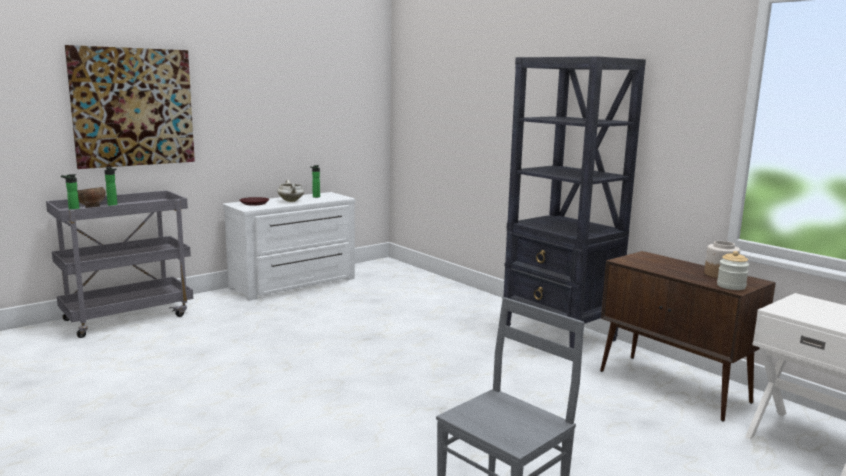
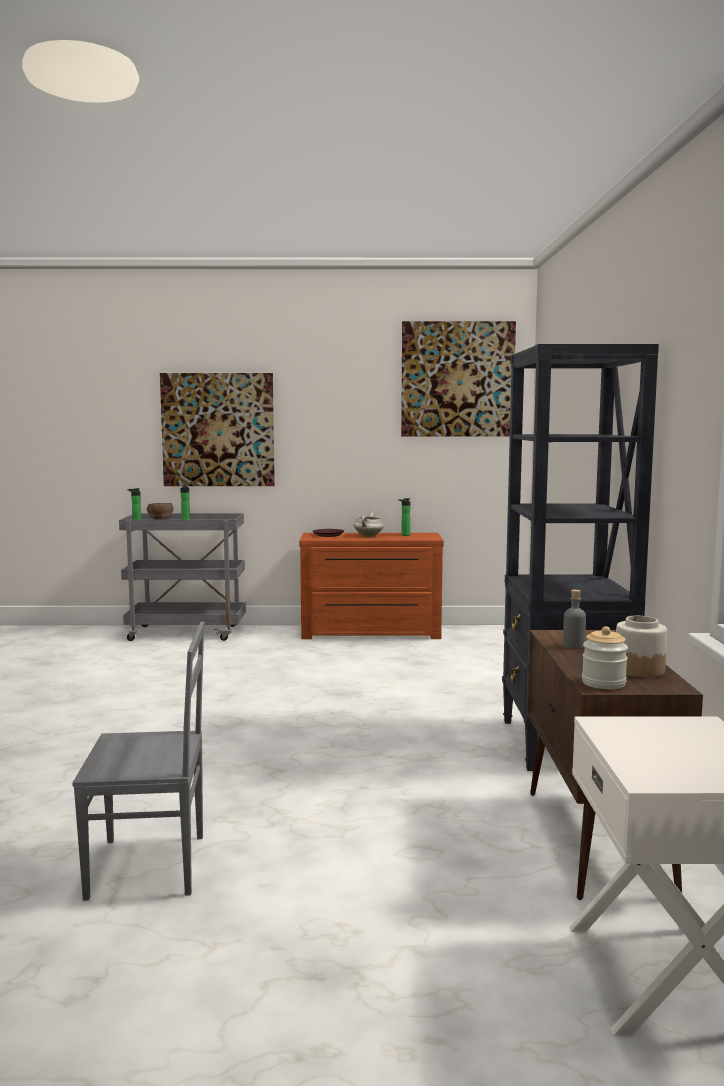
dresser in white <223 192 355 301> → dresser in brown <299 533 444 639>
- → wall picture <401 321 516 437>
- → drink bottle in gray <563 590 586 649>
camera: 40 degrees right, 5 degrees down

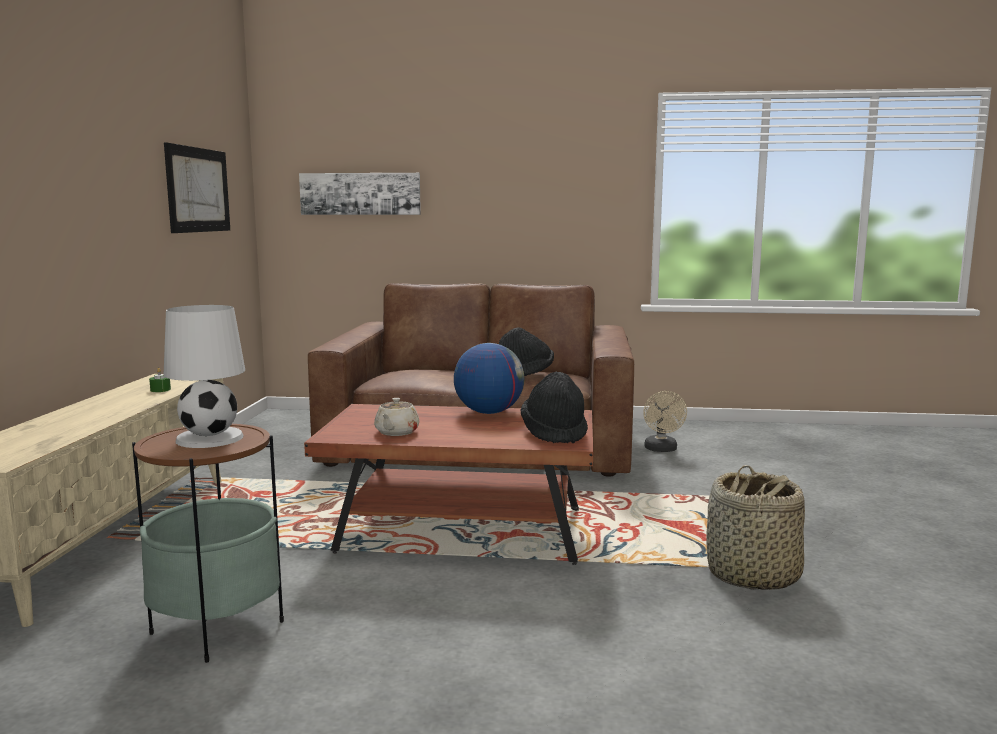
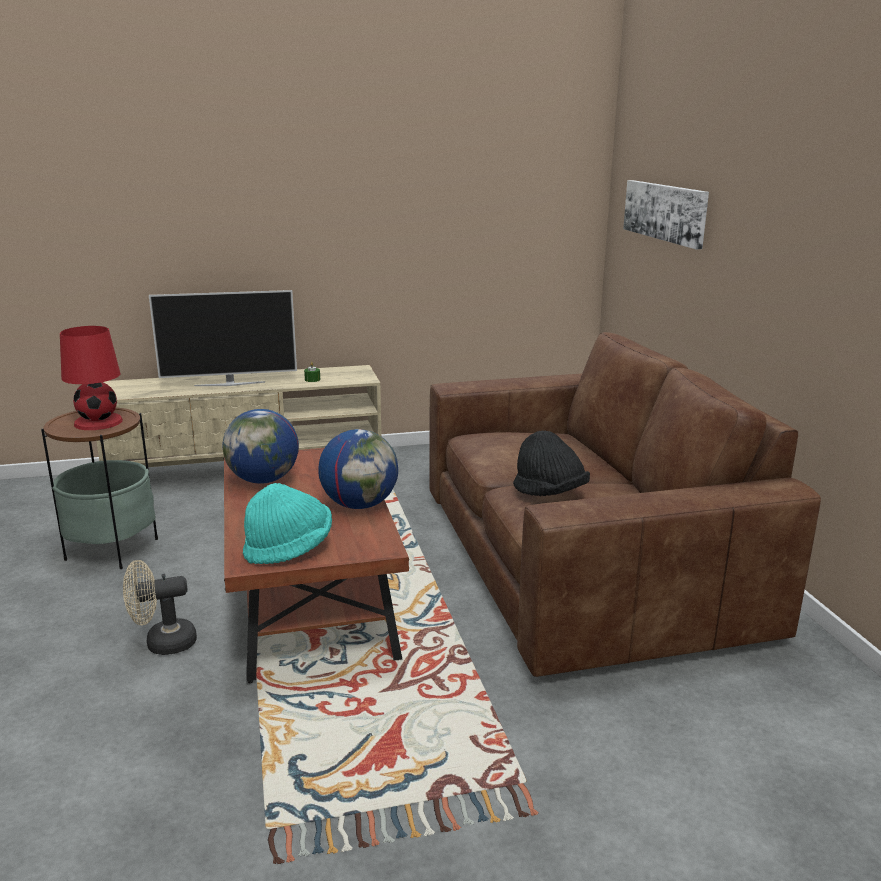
wall picture <164 142 230 233> → -
lamp for a table in white <164 305 245 448> → lamp for a table in reddish <60 326 123 430>
teapot in beige-coloured <374 398 419 436> → globe <223 409 299 484>
hat in blackish <520 372 588 443> → hat in turquoise-coloured <243 483 332 564>
electric fan in beige-coloured <643 391 687 452> → electric fan in beige-coloured <123 560 197 655>, shifted
household basket <706 465 805 590> → -
- → television <149 290 297 386>
camera: 70 degrees right, 10 degrees up

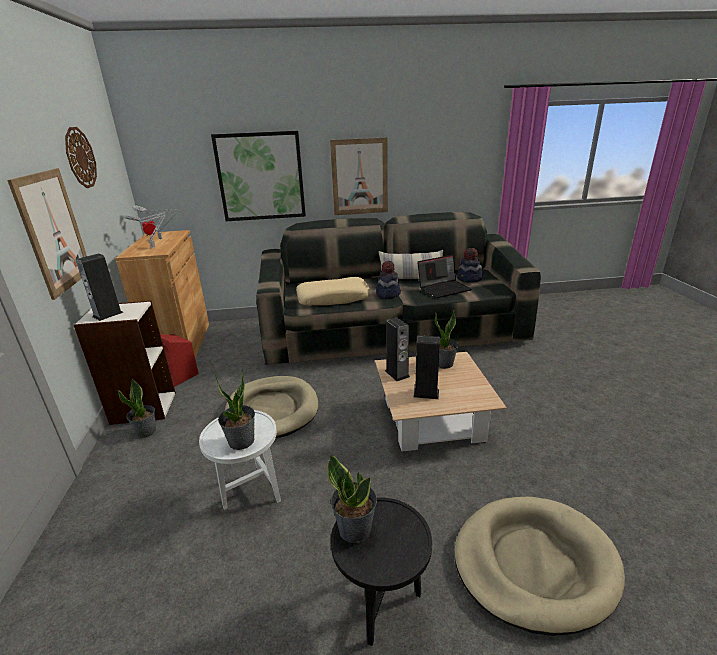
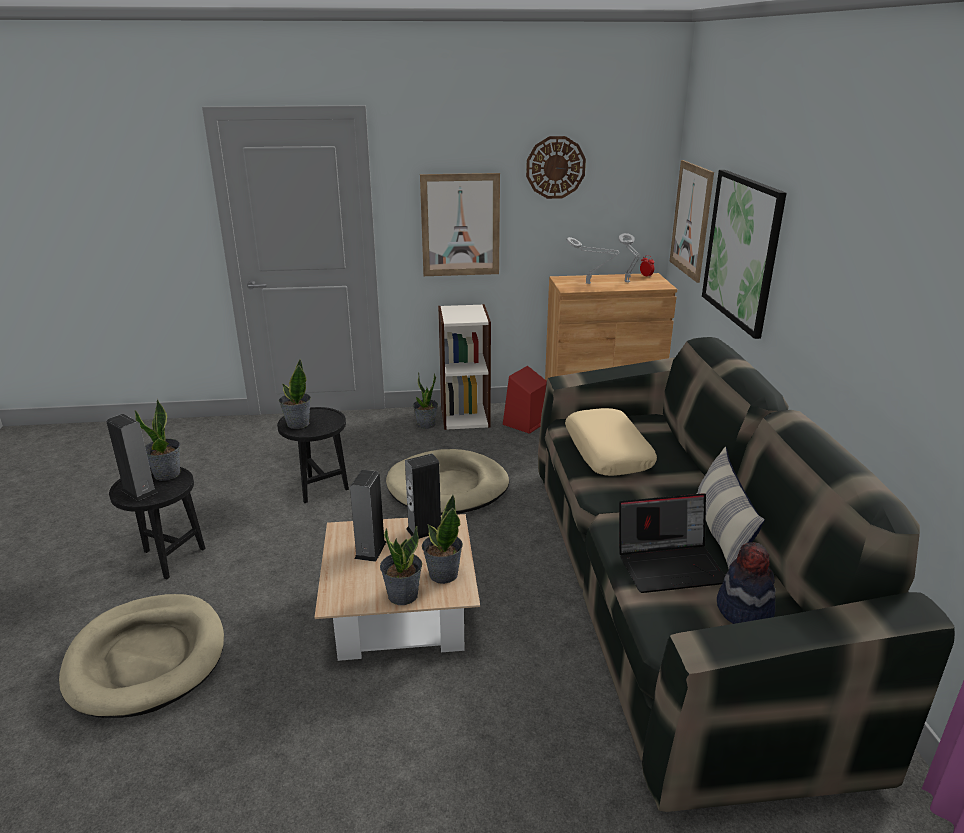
audio speaker <76 254 123 321> → audio speaker <107 414 157 501>, shifted
accent table in white <199 410 281 510> → accent table in blackish <277 407 349 503>
wall picture <330 137 388 215> → wall picture <670 160 714 283>, shifted
hat <376 261 401 299> → -
laptop <417 255 472 298> → laptop <619 493 725 593>, 75 degrees counterclockwise
- → potted plant <380 526 422 605>
camera: 90 degrees right, 0 degrees up

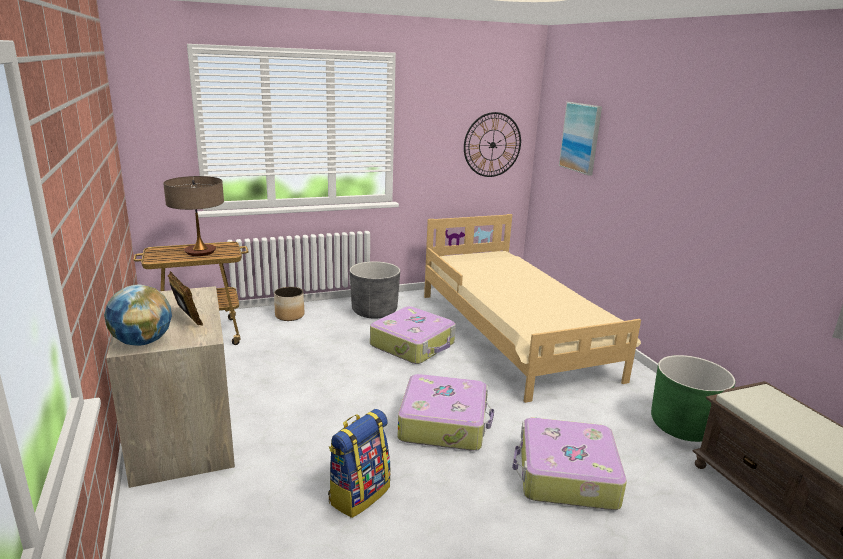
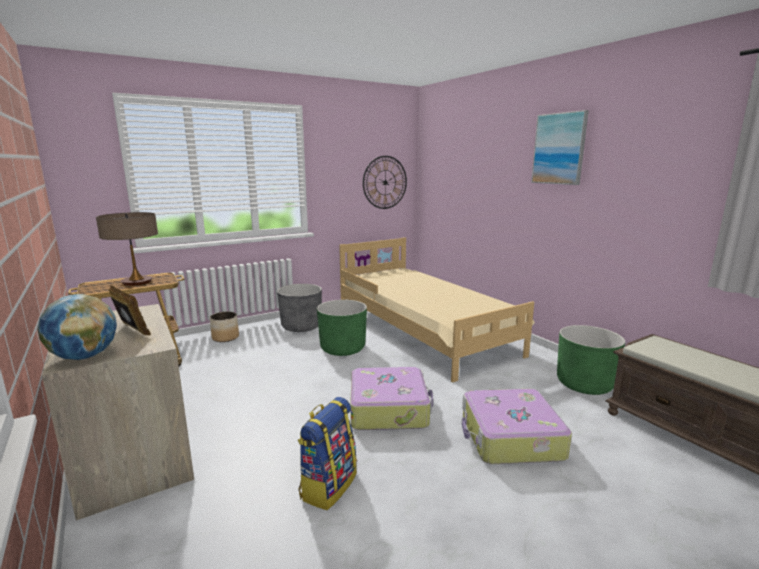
travel case <370 306 456 364> → planter in greenish <317 300 367 356>
wall picture <559 102 602 176> → wall picture <531 110 589 185>, shifted
camera: 10 degrees left, 5 degrees down

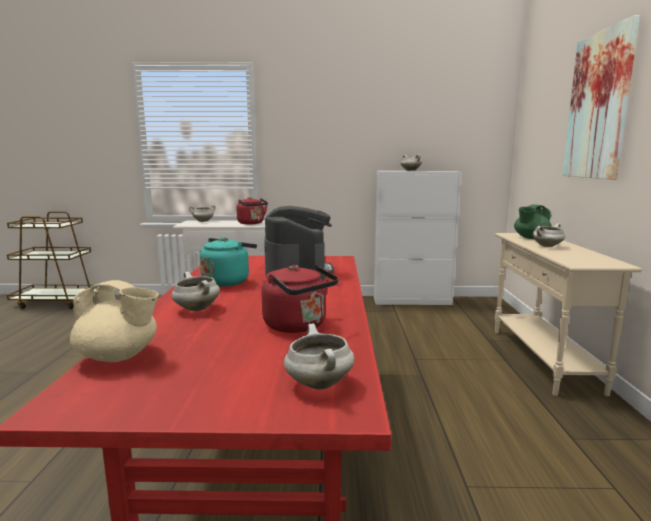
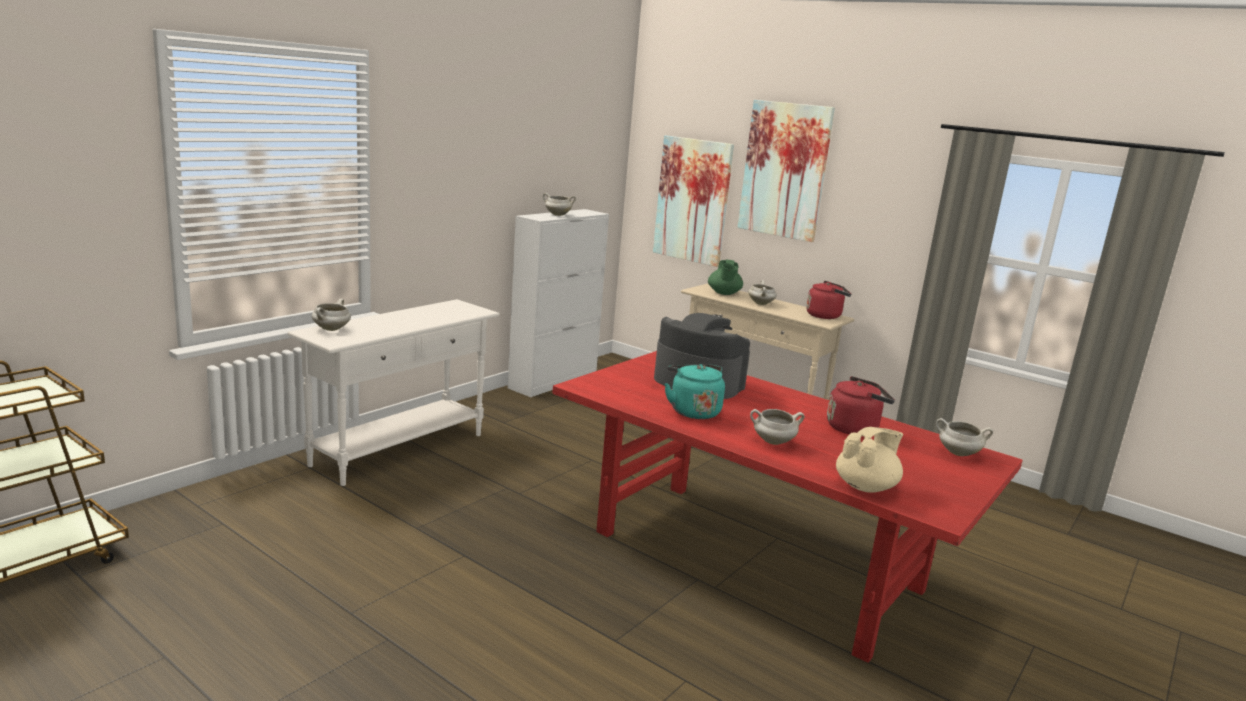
kettle in reddish <236 197 268 224> → kettle in reddish <806 281 851 319>, shifted
- → wall picture <653 135 734 267>
camera: 55 degrees left, 5 degrees up

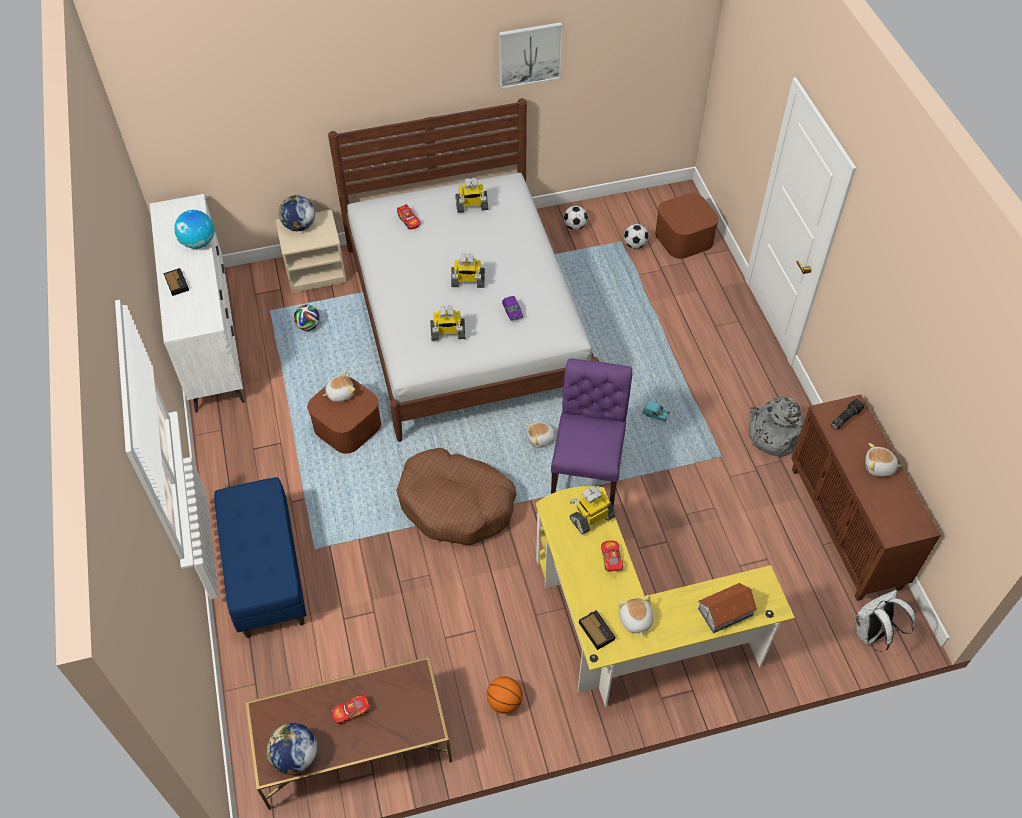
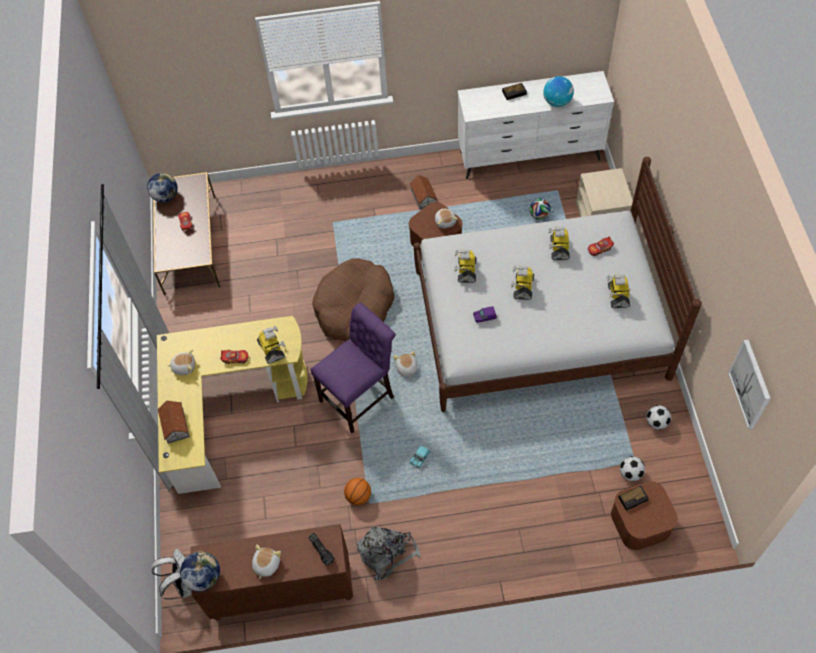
long seat in blue-coloured <214 477 306 638> → -
globe <279 195 315 231> → globe <180 551 220 591>, shifted
ball for basketball <487 676 523 714> → ball for basketball <344 478 371 505>, shifted
wall picture <499 22 563 89> → wall picture <728 340 771 430>, shifted
chair in purple <551 358 632 507> → chair in purple <310 303 395 433>, 60 degrees counterclockwise
alarm clock <579 610 615 650> → alarm clock <618 486 649 511>, shifted
- → miniature house <410 175 437 209>
- → model robot <548 227 570 260>
camera: 100 degrees right, 5 degrees up

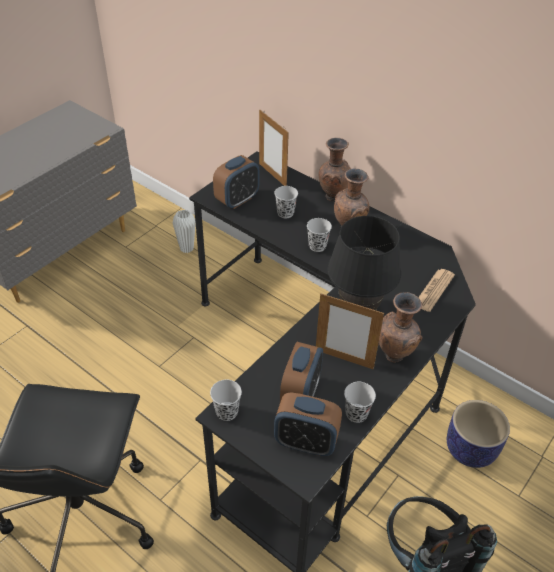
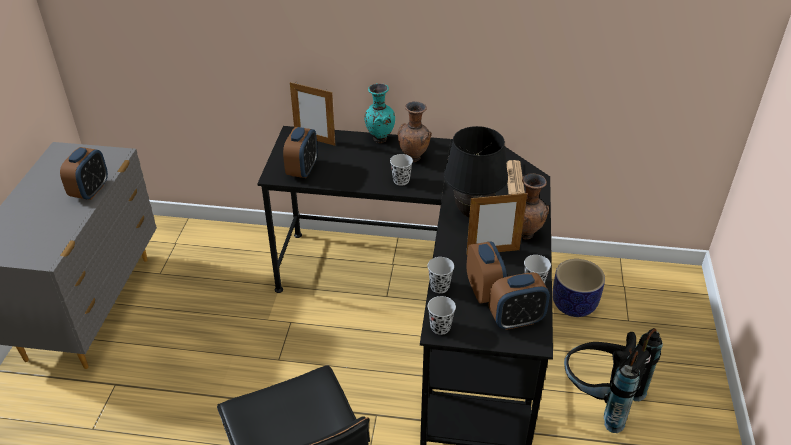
vase in white <173 210 196 253> → -
small cup in blackish <275 186 298 218> → small cup in blackish <428 257 454 293>, shifted
vase in brown <319 138 351 201> → vase in turquoise-coloured <364 83 395 143>
- → alarm clock <60 147 108 200>
camera: 30 degrees left, 5 degrees down

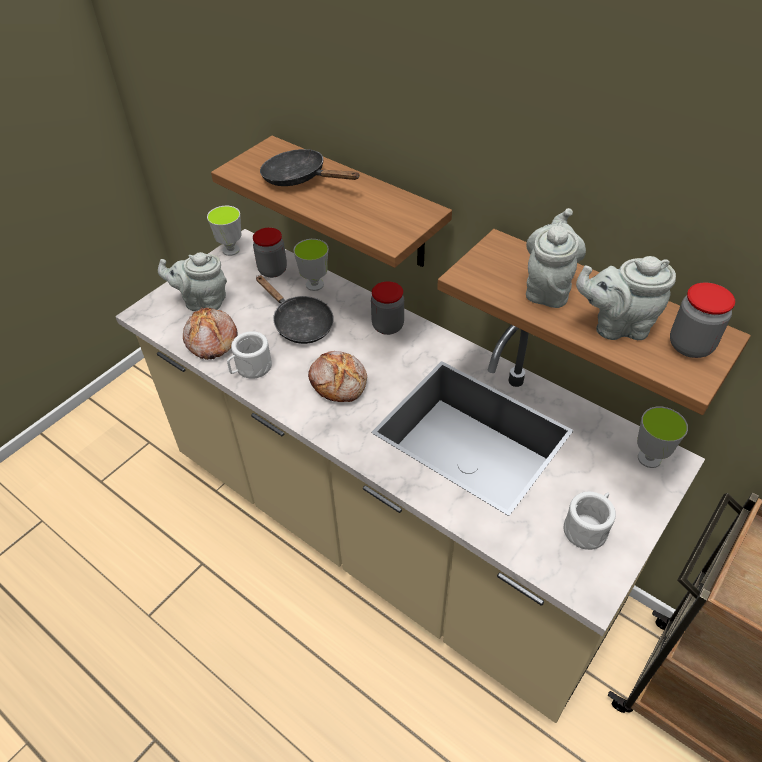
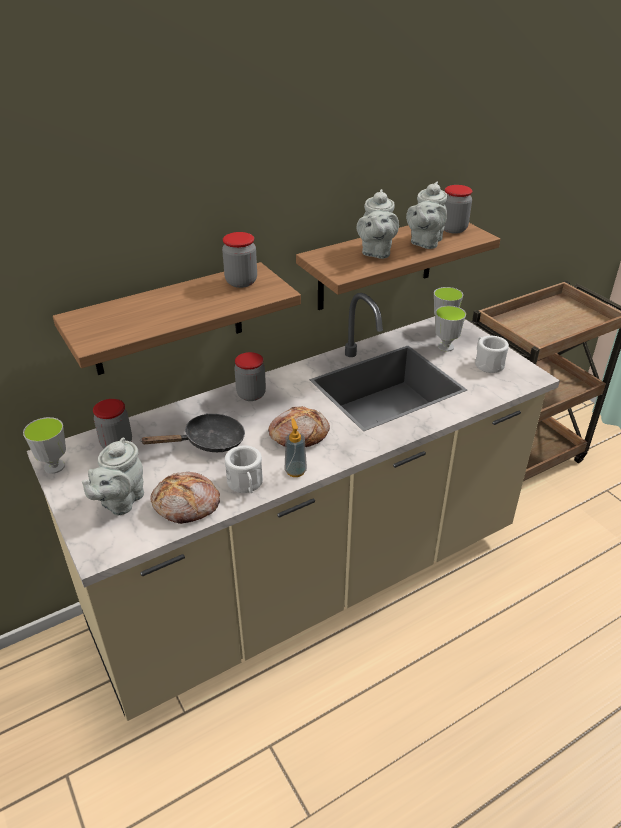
frying pan in blackish <260 149 360 186> → -
small cup <293 239 329 291> → small cup <435 306 466 352>, shifted
teapot in gray <526 208 586 308> → teapot in gray <357 189 399 259>, 120 degrees counterclockwise
- → jar <222 232 257 288>
- → soap bottle <285 418 307 477>
camera: 70 degrees left, 10 degrees down

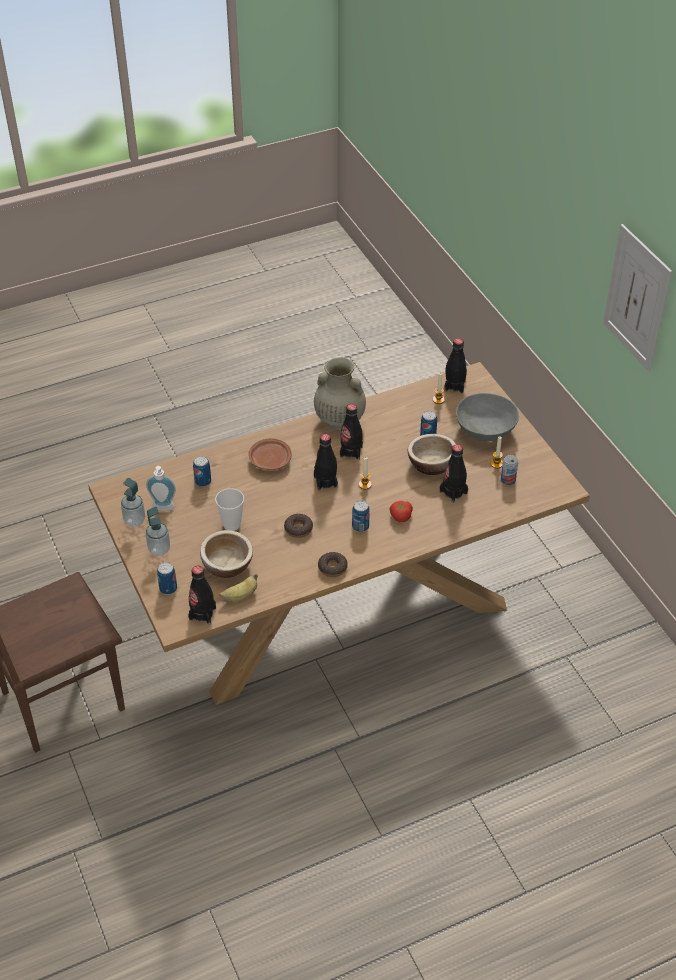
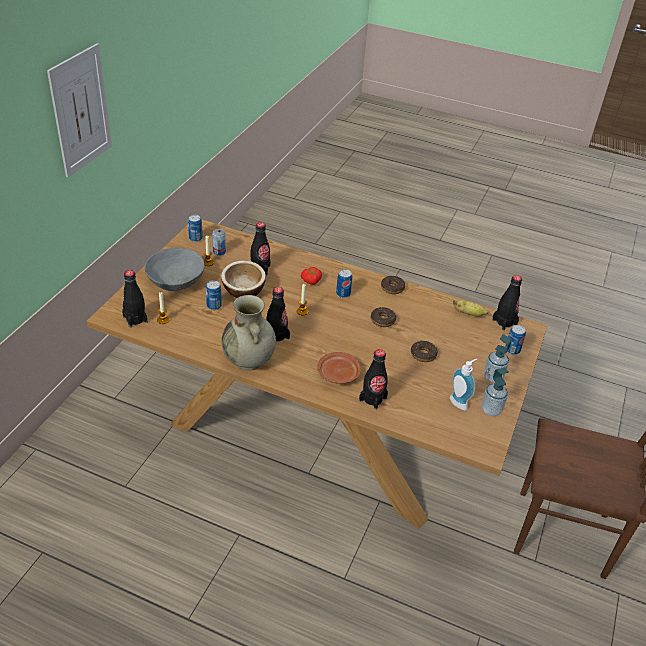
sealed can <193 456 211 487> → sealed can <188 215 203 242>, shifted
serving bowl <200 530 253 578> → -
small cup <215 488 244 531> → doughnut <411 341 438 362>
drink bottle in blackish <314 434 338 491> → drink bottle in blackish <359 349 388 410>, shifted
camera: 135 degrees left, 5 degrees down

